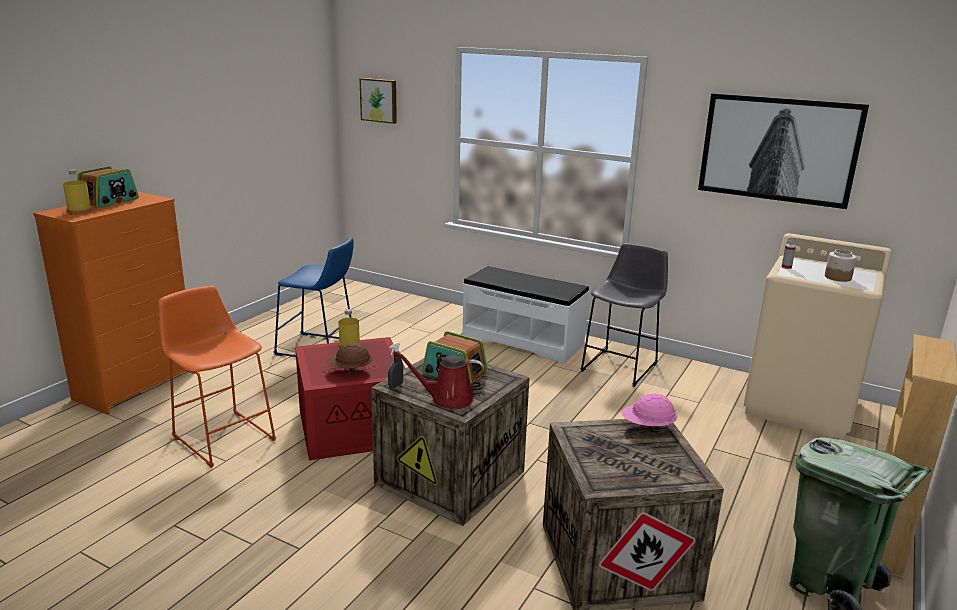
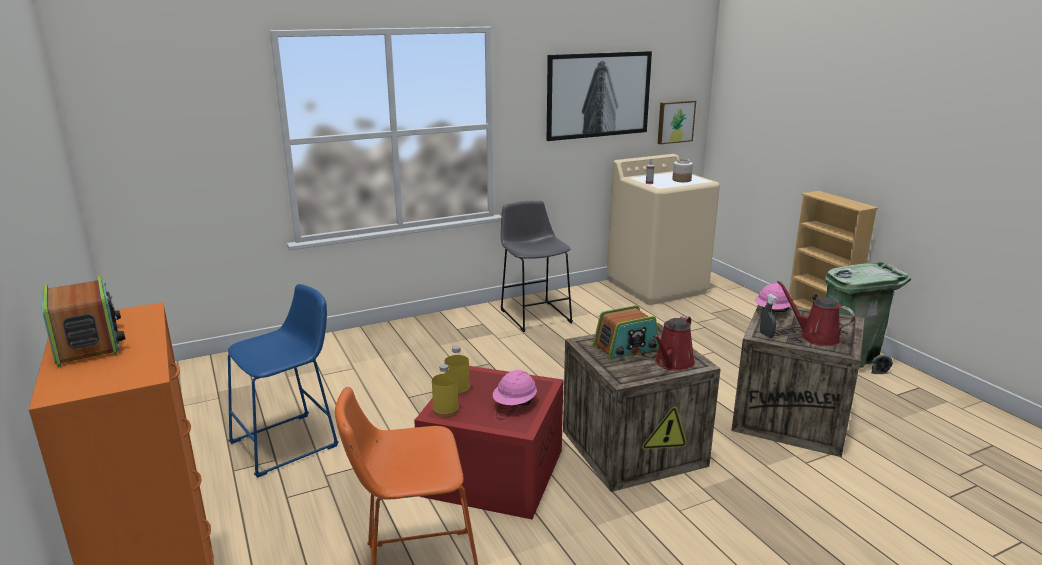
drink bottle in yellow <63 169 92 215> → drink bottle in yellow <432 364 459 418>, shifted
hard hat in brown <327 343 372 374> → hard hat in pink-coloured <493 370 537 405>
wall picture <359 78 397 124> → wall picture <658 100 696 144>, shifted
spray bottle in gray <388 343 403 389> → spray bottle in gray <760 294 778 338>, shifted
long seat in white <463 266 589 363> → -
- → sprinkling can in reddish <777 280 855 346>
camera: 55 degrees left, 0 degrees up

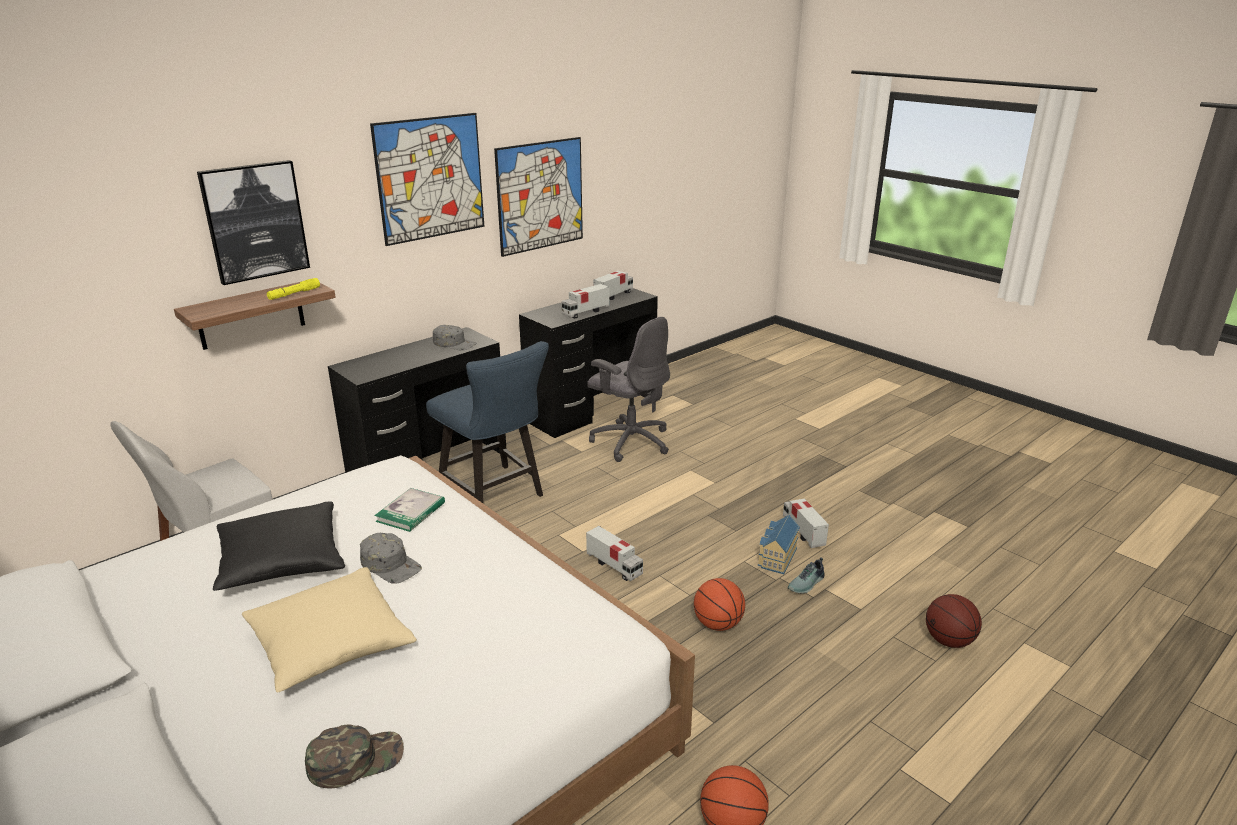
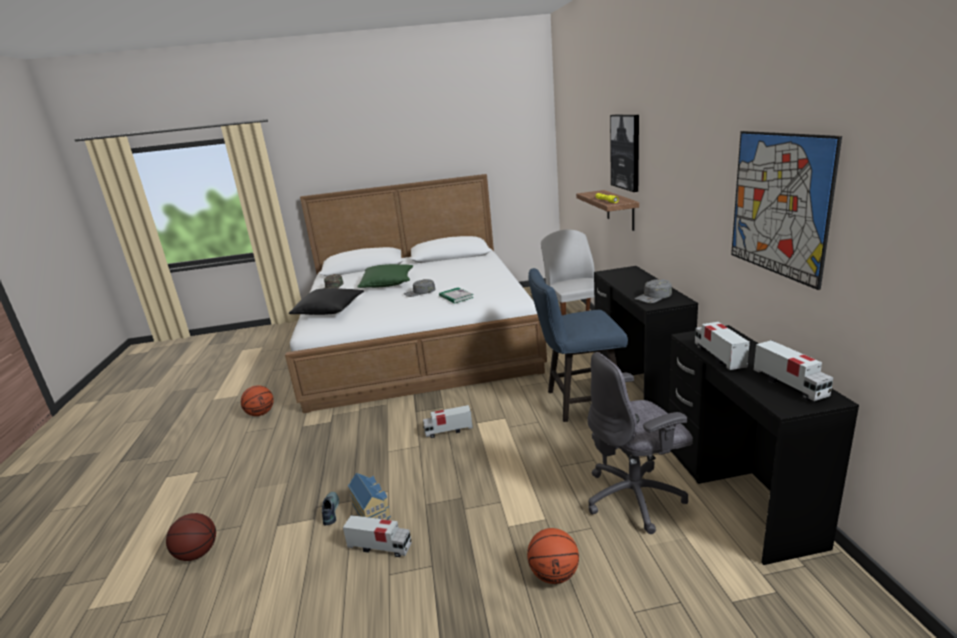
pillow in blackish <213 501 345 591> → pillow in blackish <289 288 364 315>, shifted
pillow in beige-coloured <242 567 417 693> → pillow in greenish <357 264 413 288>
wall picture <370 113 484 246> → -
ball for basketball <694 578 745 631> → ball for basketball <527 528 579 584>, shifted
camera: 125 degrees right, 5 degrees down

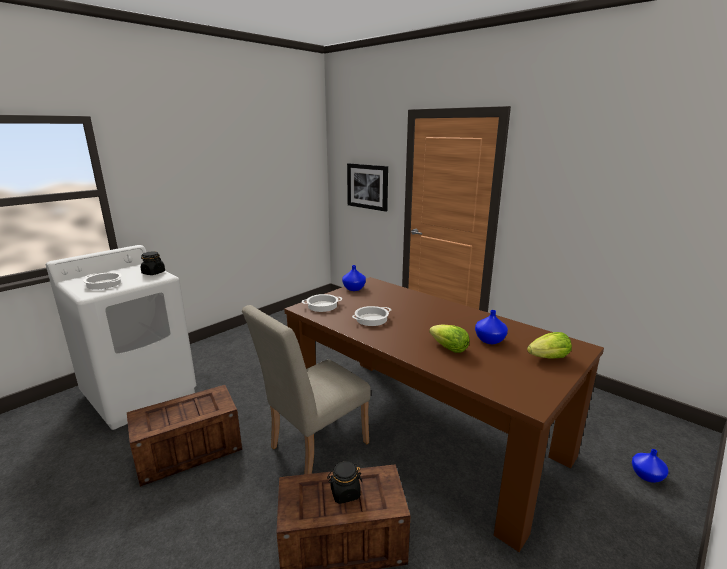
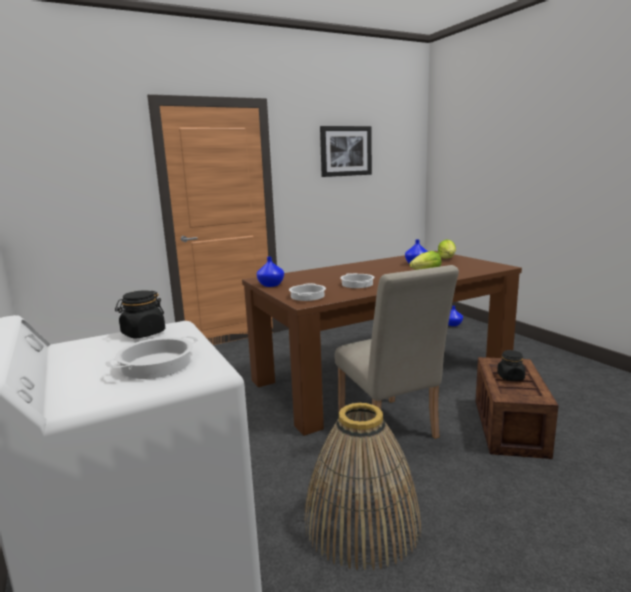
packing crate <127 385 242 487> → household basket <305 403 421 570>
wall picture <347 163 388 212> → wall picture <320 126 372 177>, shifted
camera: 70 degrees left, 5 degrees down

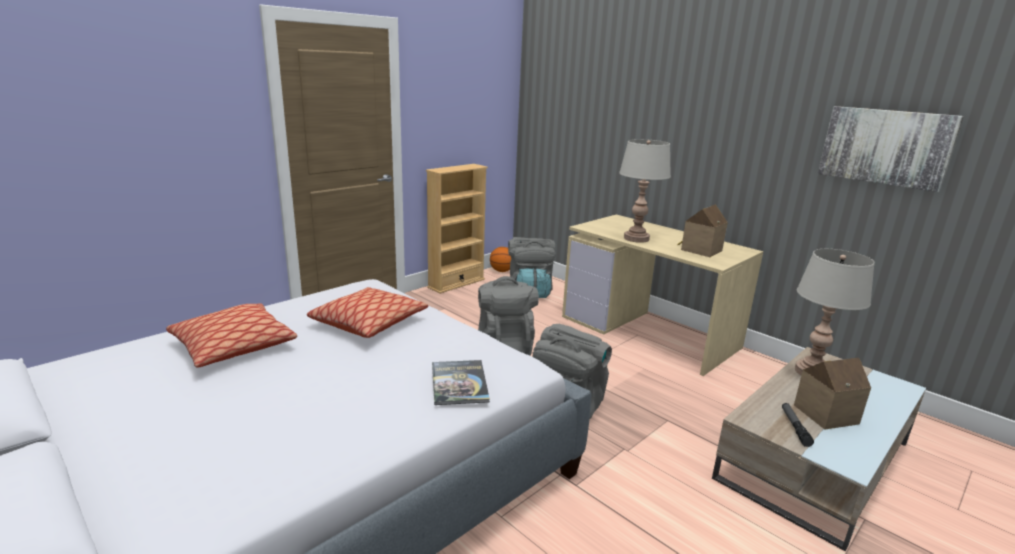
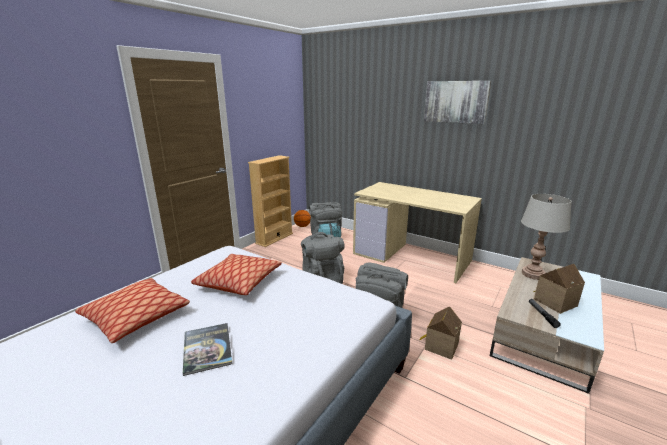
volume <432 360 490 405> → volume <183 323 232 376>, shifted
lamp for a table in gray <619 139 671 243> → -
miniature house <677 204 728 257> → miniature house <419 306 462 360>, shifted
wall picture <818 106 964 192> → wall picture <424 81 491 124>, shifted
camera: 10 degrees left, 0 degrees up

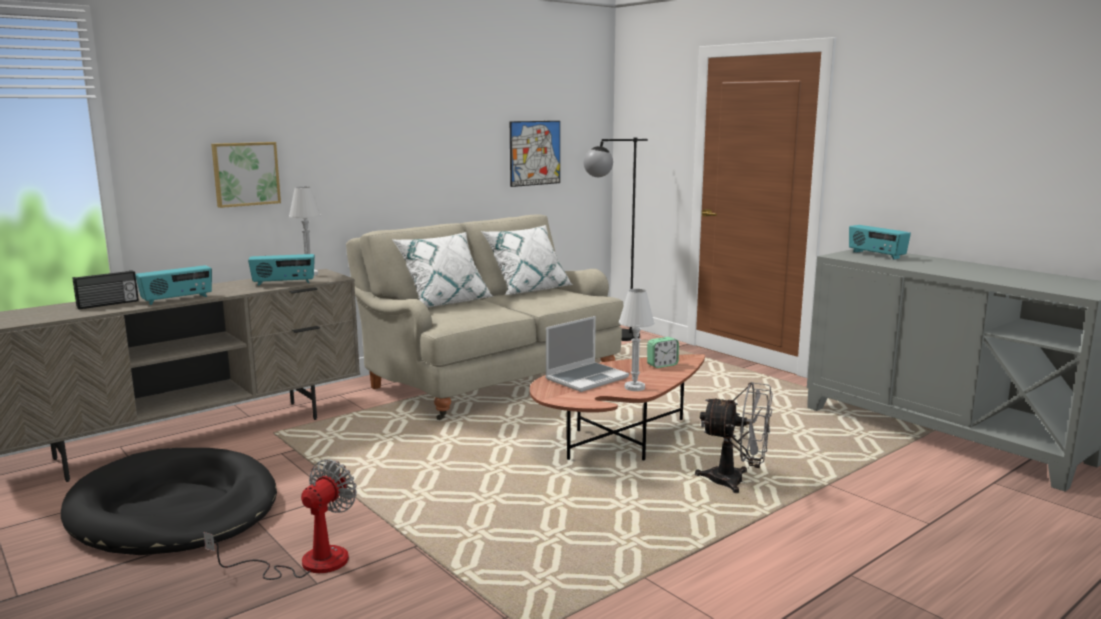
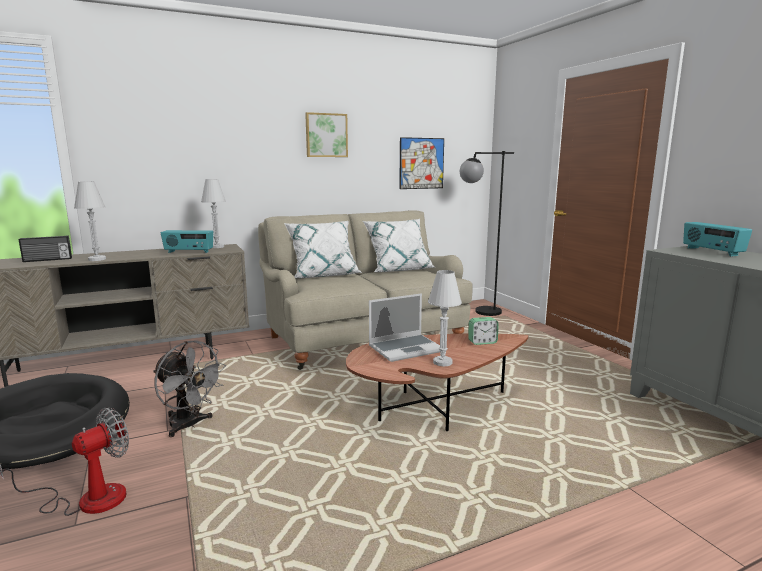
radio set <135 265 212 305> → lamp for a table in white <74 181 106 261>
wall picture <211 142 281 208> → wall picture <305 112 348 157>, shifted
electric fan in gray <695 382 773 493> → electric fan in gray <153 341 226 437>, shifted
camera: 15 degrees right, 0 degrees up

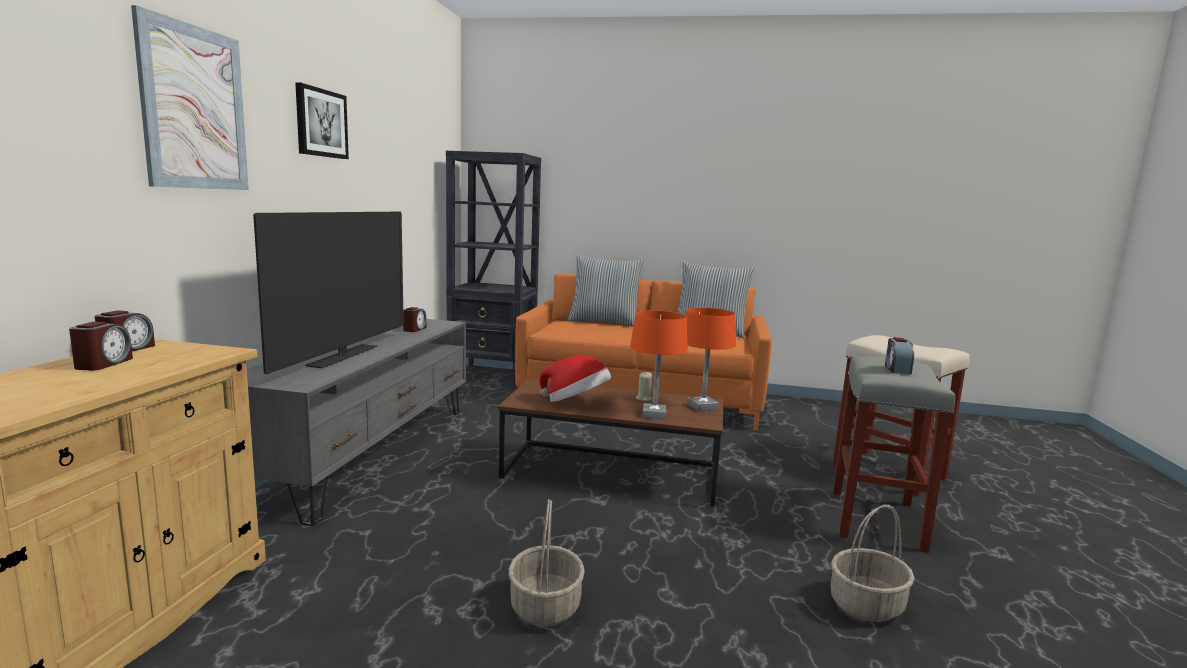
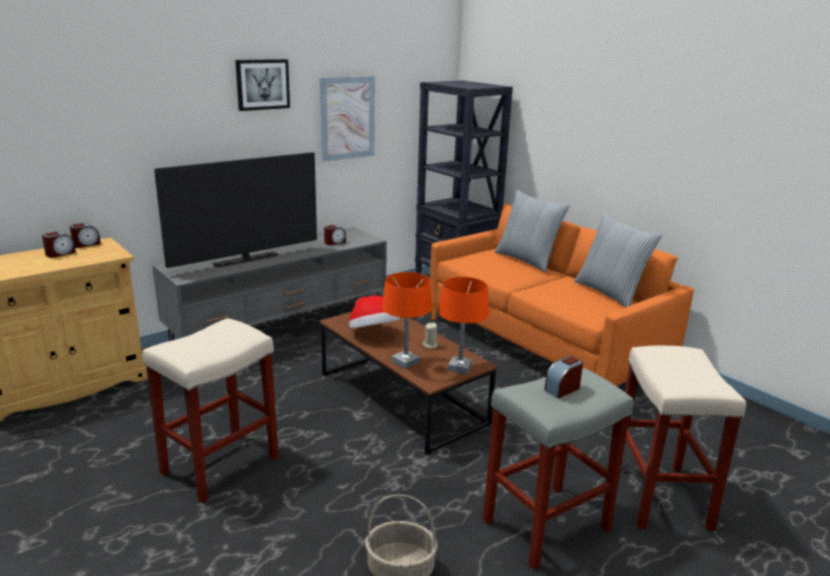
wall picture <131 5 249 190> → wall picture <320 76 375 161>, shifted
household basket <509 499 585 627> → stool in beige-coloured <142 318 279 504>
camera: 40 degrees right, 10 degrees up

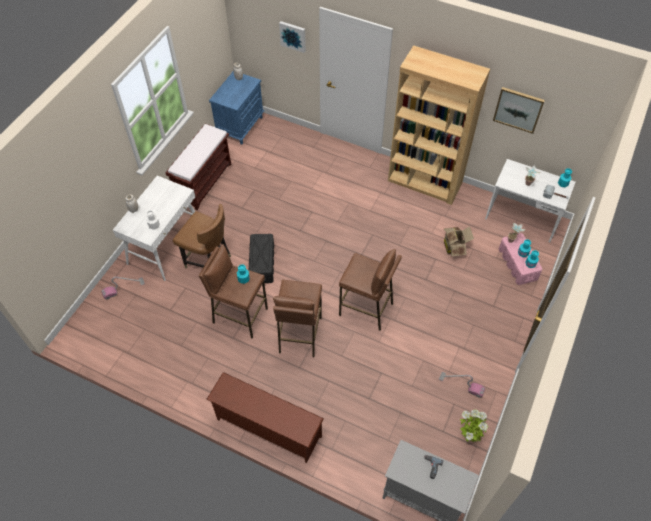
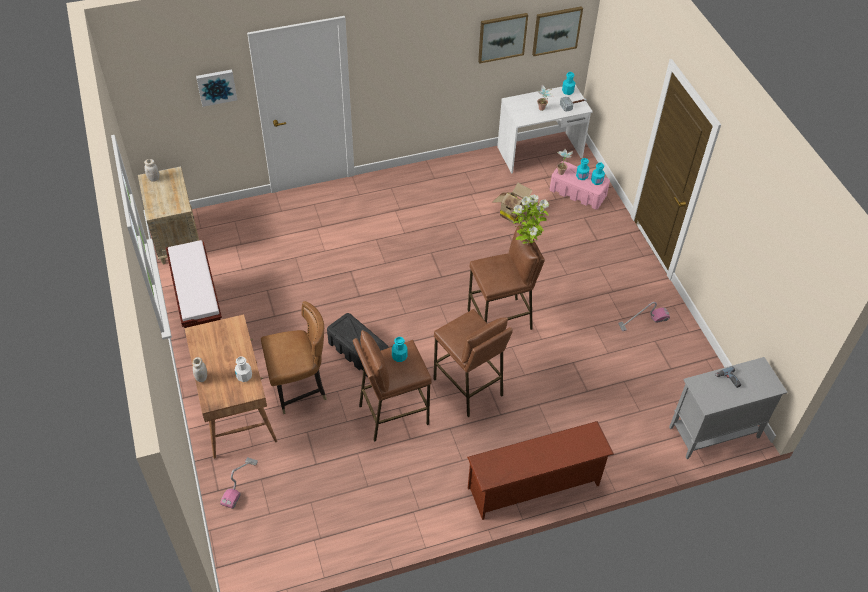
desk in white <113 176 195 281> → desk in brown <184 314 277 459>
nightstand in blue-coloured <209 72 265 145> → nightstand in beige-coloured <138 166 199 264>
bookshelf in brown <388 45 490 205> → -
potted plant <460 410 488 442> → potted plant <512 195 549 244>, shifted
- → wall picture <532 6 583 56>
camera: 45 degrees left, 5 degrees down

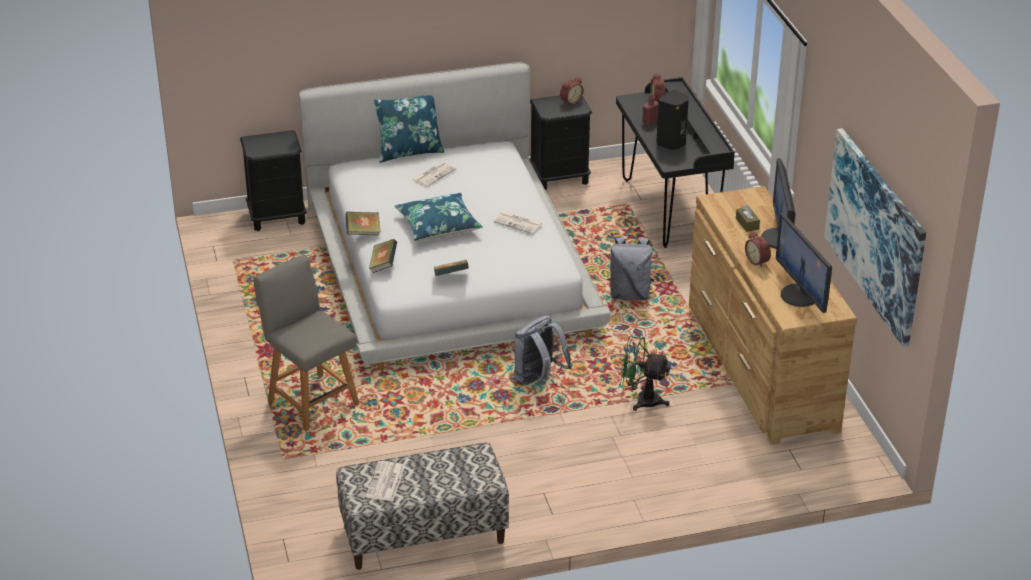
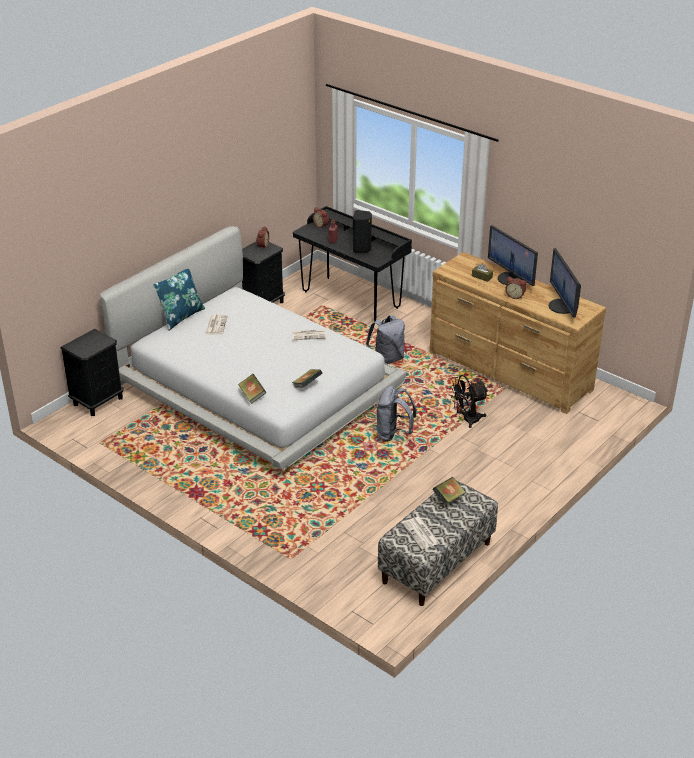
chair in gray <253 255 359 431> → -
volume <345 212 381 236> → volume <432 477 466 506>, shifted
pillow in blue-coloured <395 193 483 241> → -
electric fan in greenish <619 336 670 411> → electric fan in blackish <450 375 488 428>
computer screen <776 213 832 313> → computer screen <549 248 581 318>, 45 degrees clockwise
wall picture <824 128 926 347> → -
camera: 35 degrees left, 0 degrees up

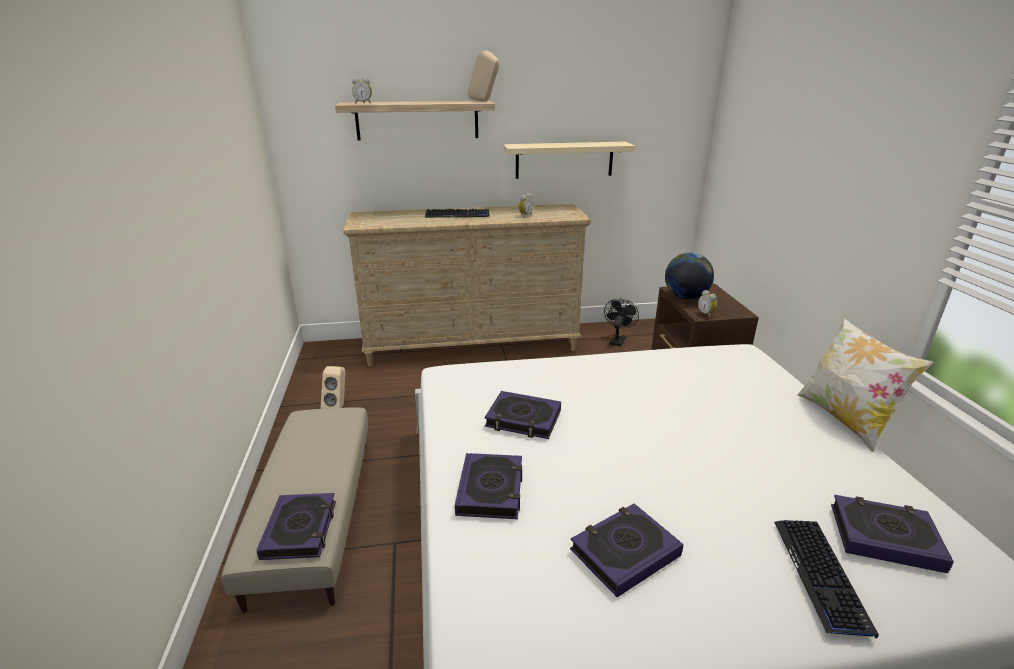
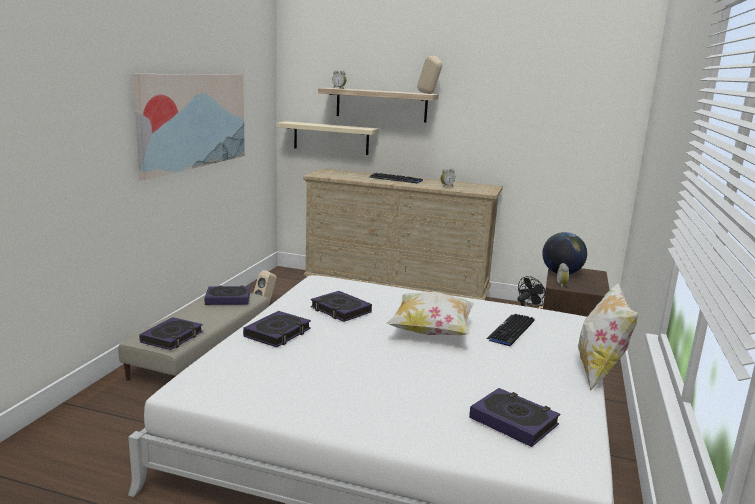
shelf in beige-coloured <503 142 635 179> → shelf in beige-coloured <276 121 379 155>, shifted
volume <570 504 683 597> → volume <205 285 250 305>, shifted
computer keyboard <774 520 879 639> → computer keyboard <486 314 535 346>, shifted
- → wall picture <133 74 245 180>
- → pillow <387 292 475 335>
camera: 25 degrees right, 10 degrees down

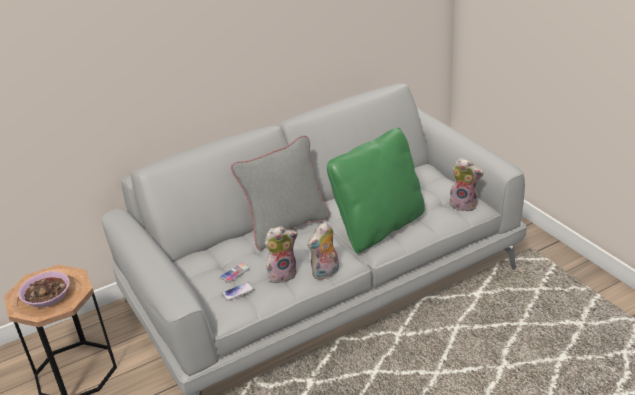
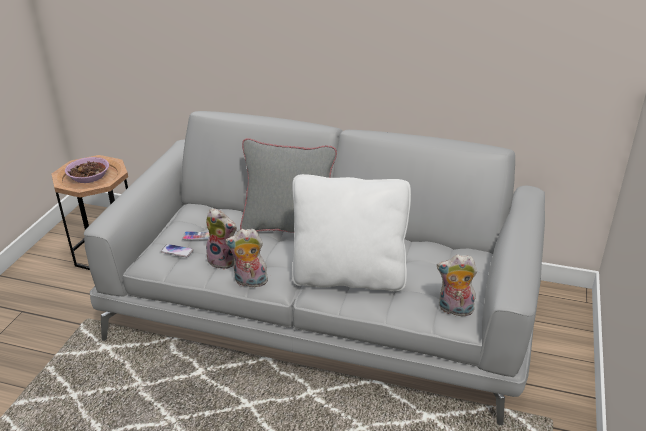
pillow in greenish <327 127 425 254> → pillow in white <292 174 411 291>
cuddly toy <449 158 484 212> → cuddly toy <437 255 477 316>, 120 degrees clockwise
camera: 45 degrees right, 0 degrees up

